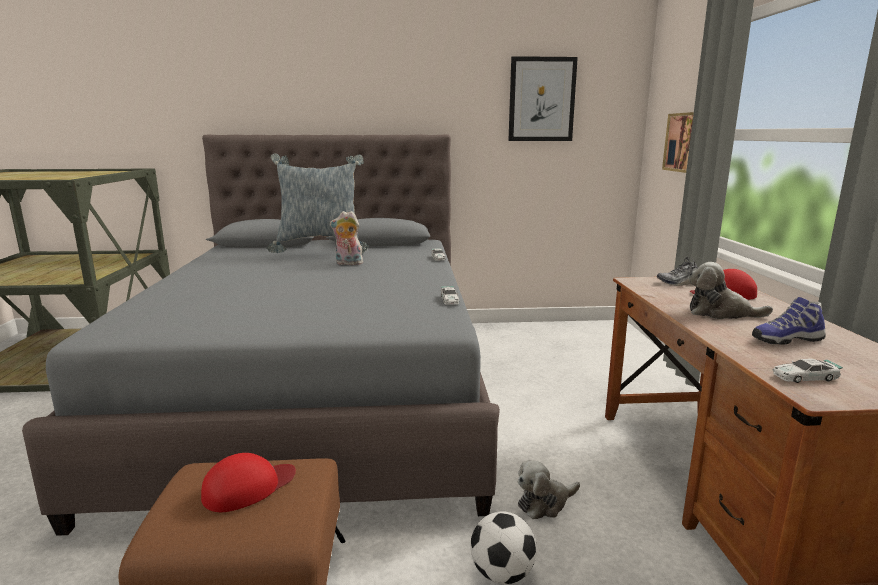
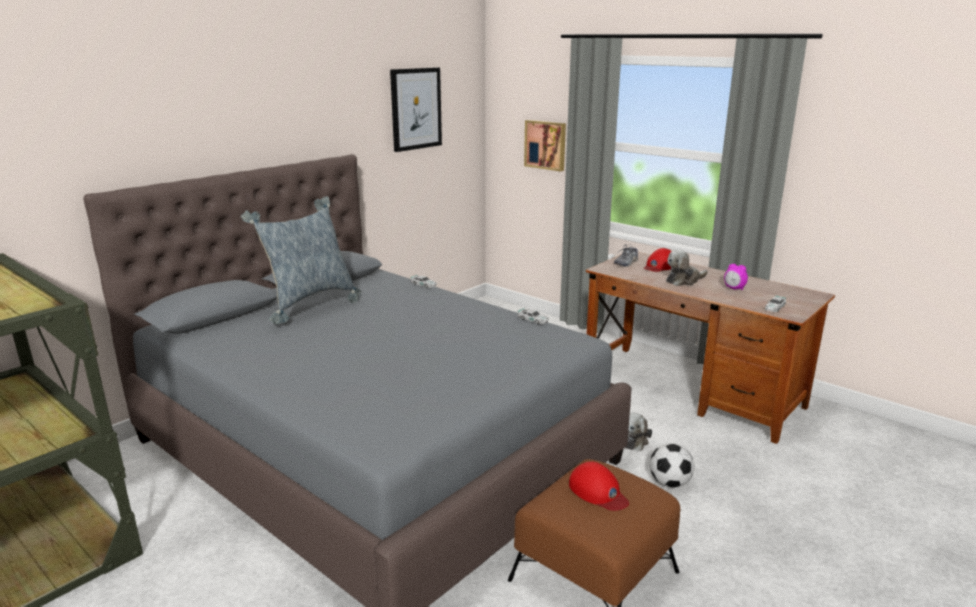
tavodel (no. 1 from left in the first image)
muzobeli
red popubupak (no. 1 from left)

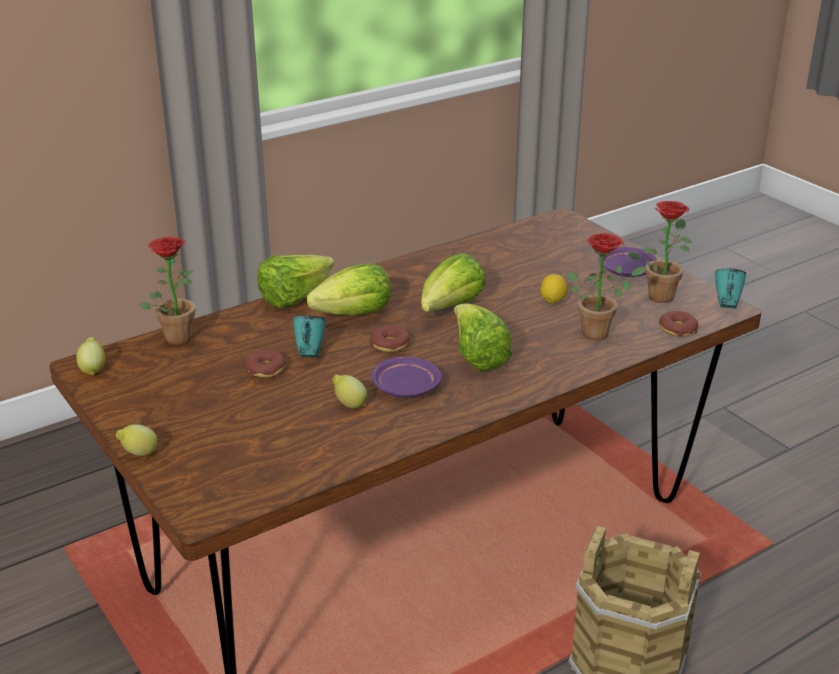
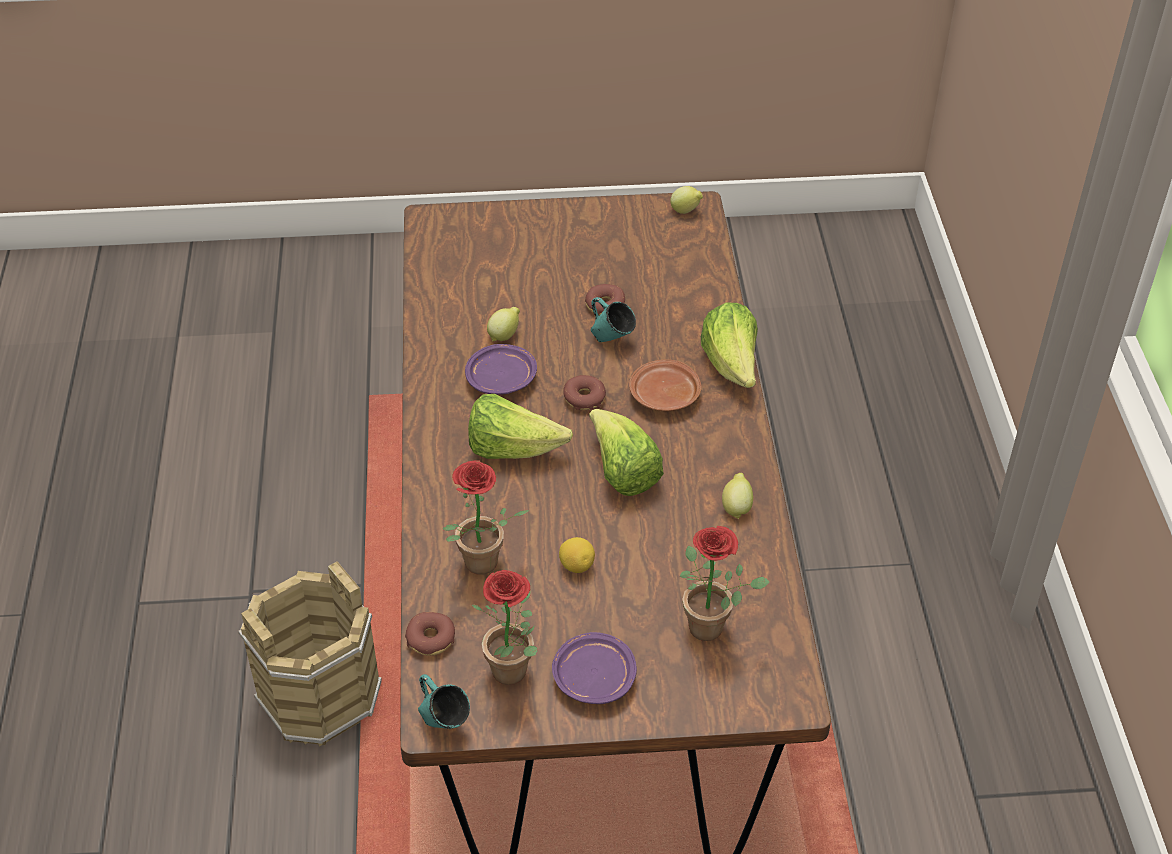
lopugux (no. 3 from left)
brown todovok
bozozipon (no. 4 from left)

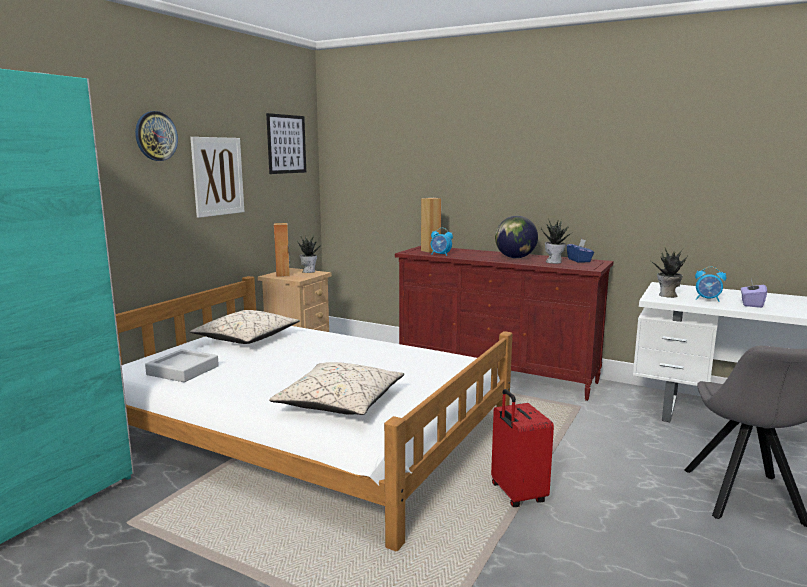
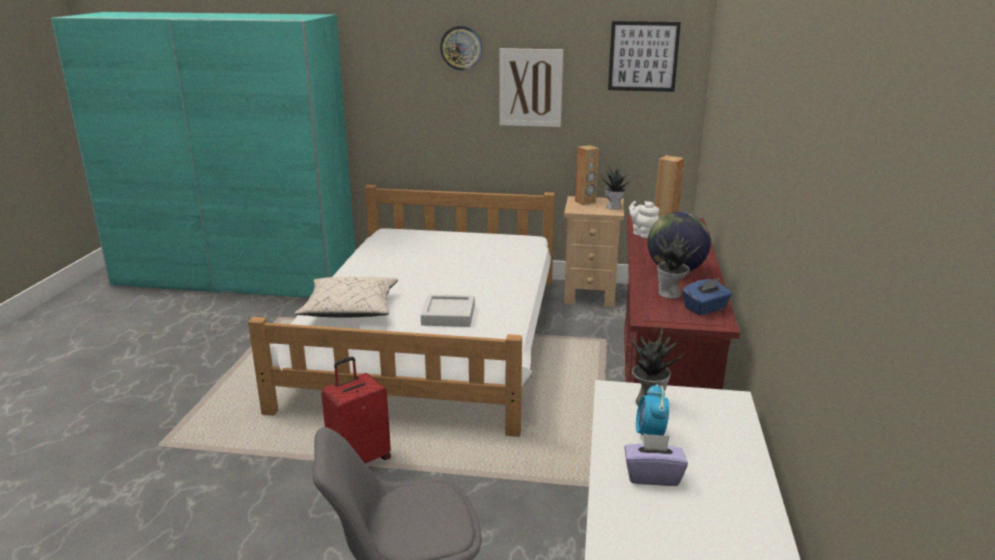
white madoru
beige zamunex (no. 1 from left in the first image)
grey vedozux

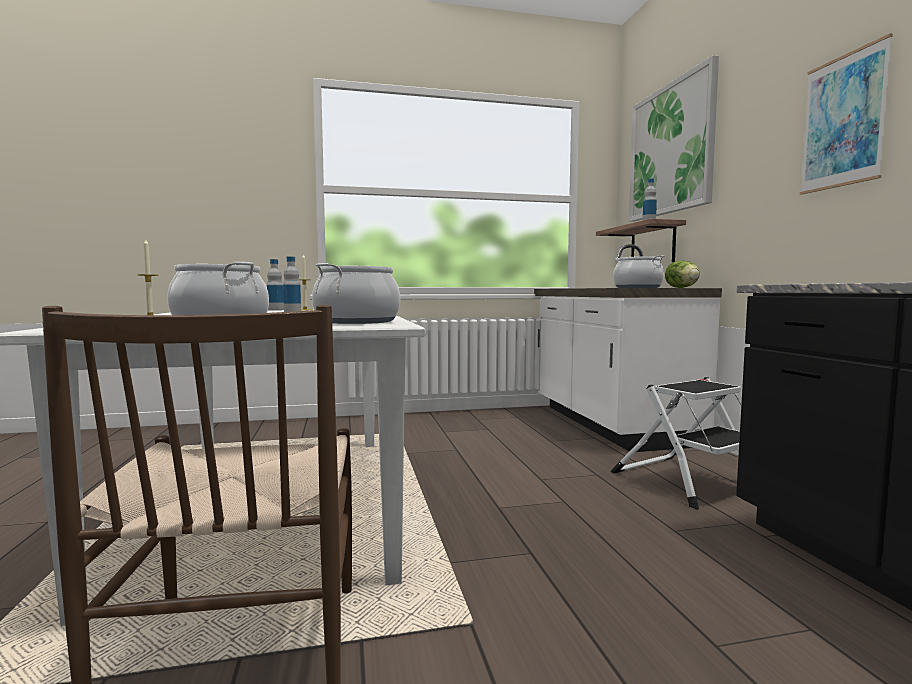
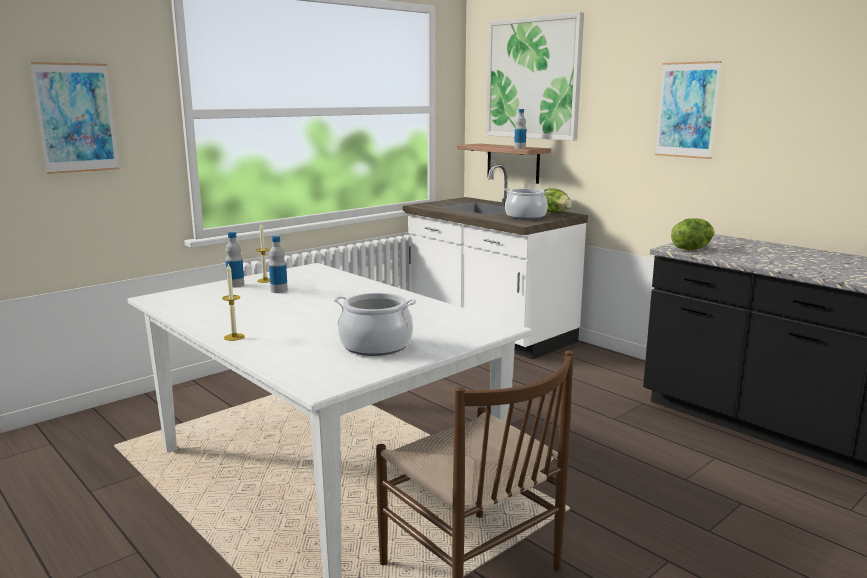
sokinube (no. 2 from left in the first image)
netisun
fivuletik (no. 1 from left)
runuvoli (no. 2 from left)

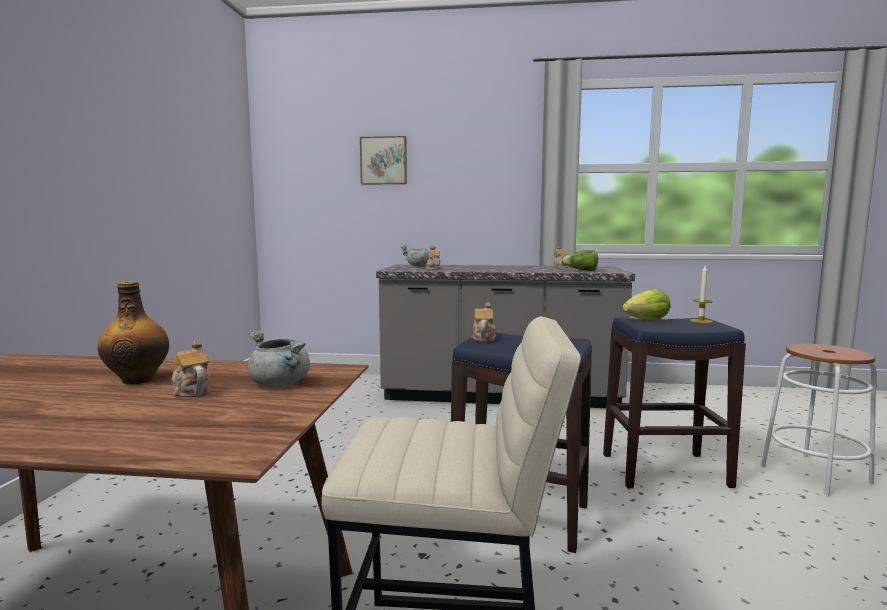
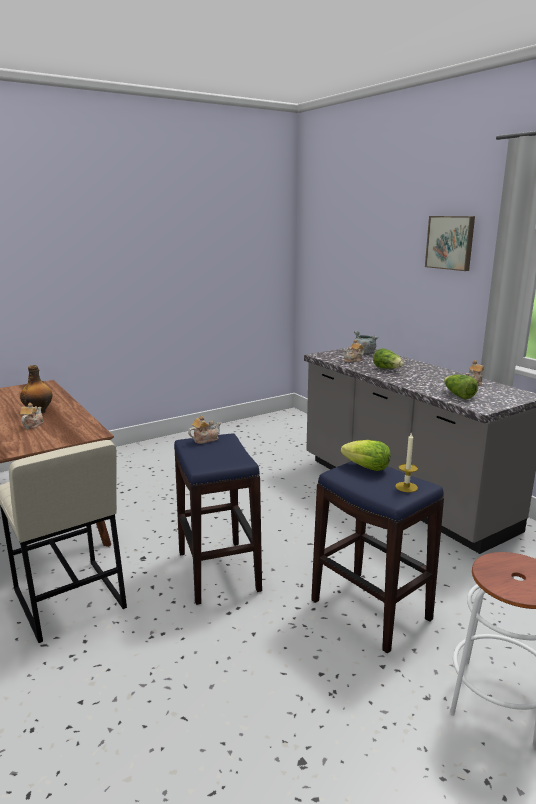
fivuletik
grey sokinube (no. 1 from left in the first image)
runuvoli (no. 2 from left)

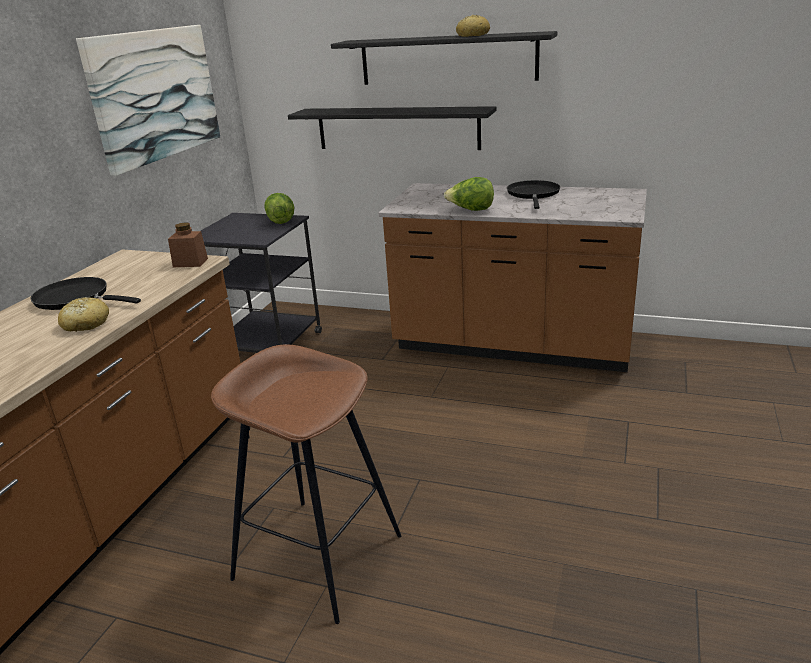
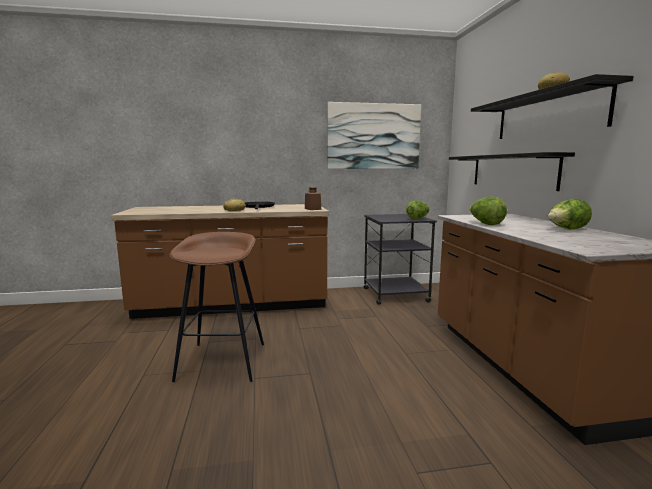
runuvoli (no. 3 from left)

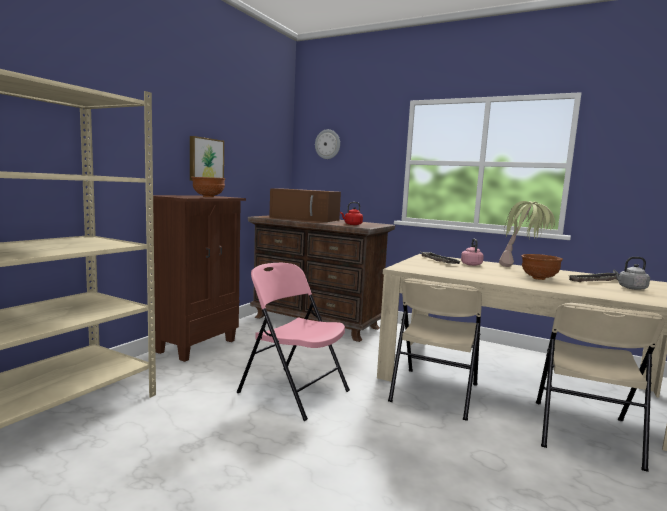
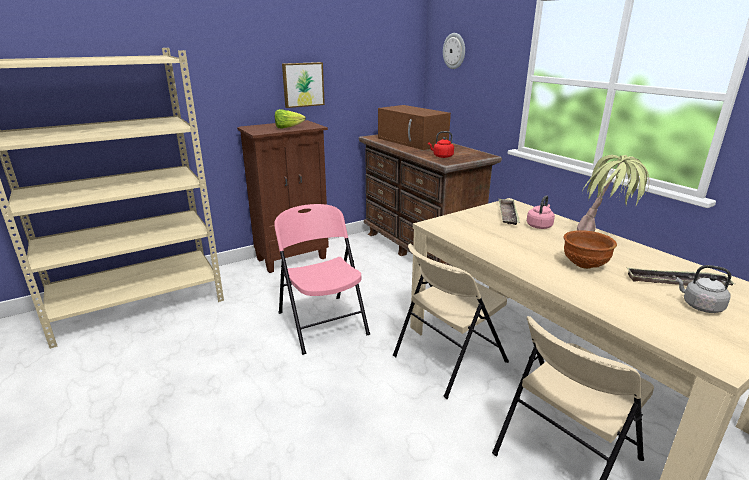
runuvoli

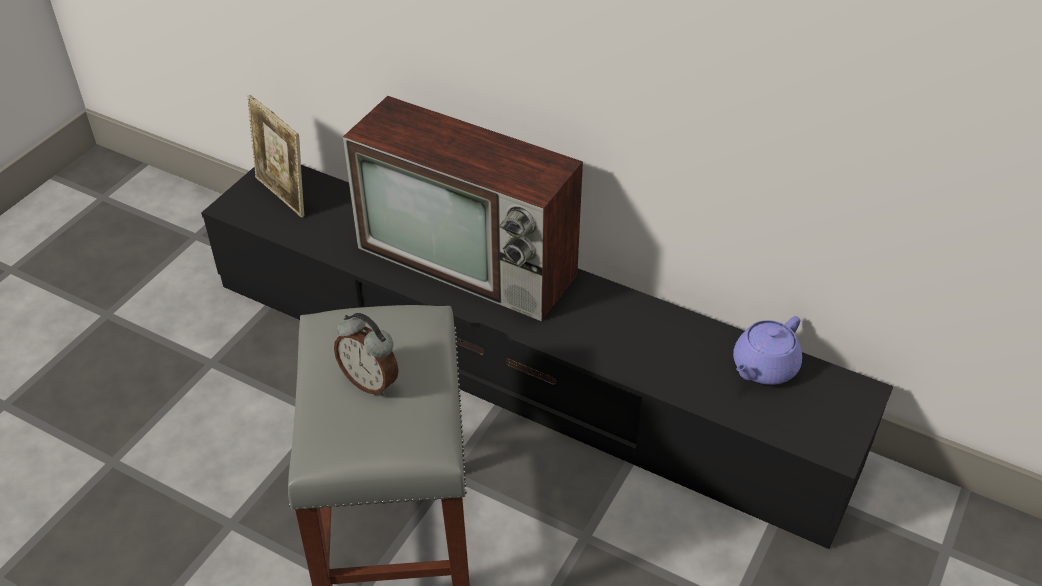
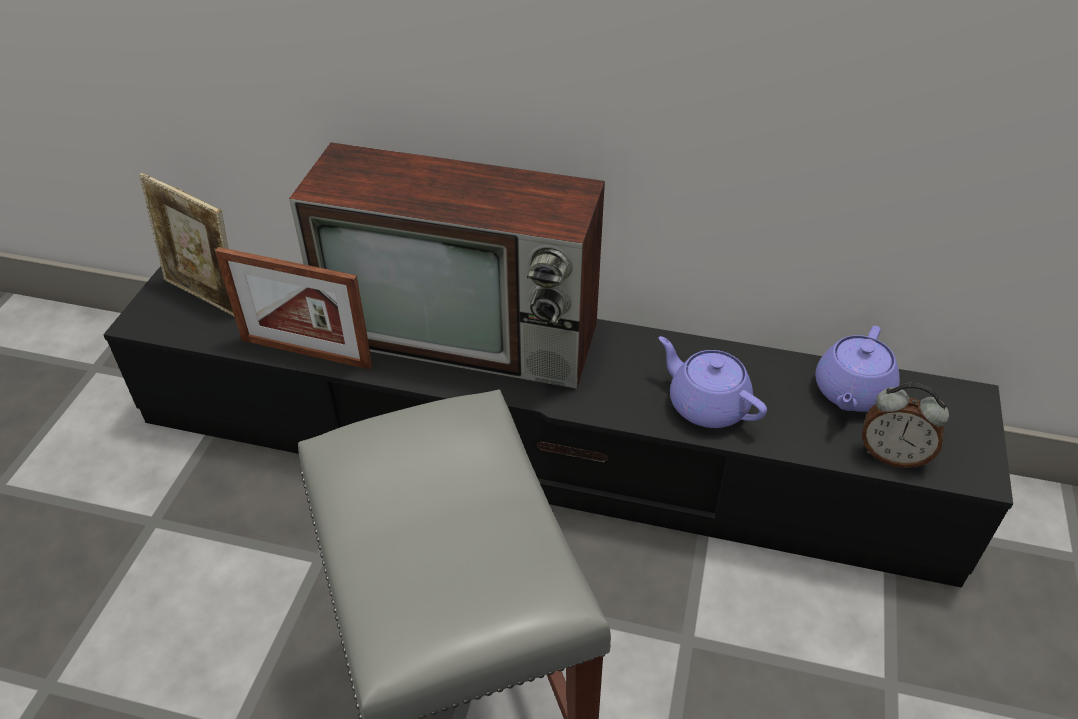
muzobeli
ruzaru (no. 2 from left)
purple madoru (no. 1 from left)

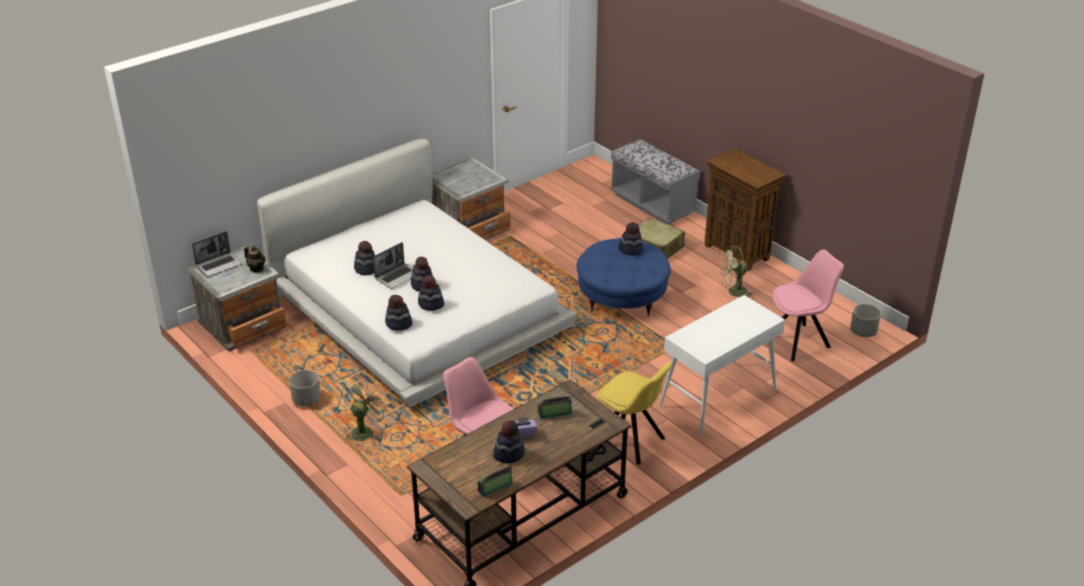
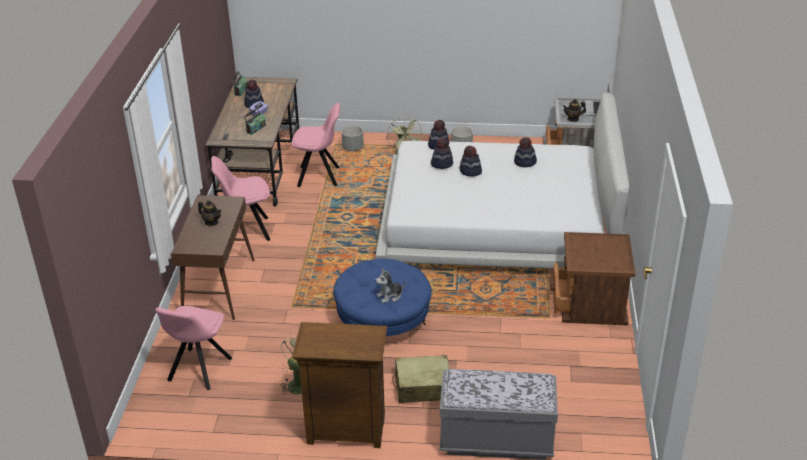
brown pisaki
tavodel
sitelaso (no. 2 from left in the first image)
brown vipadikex
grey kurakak (no. 1 from left)
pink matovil (no. 2 from left)
madoru (no. 1 from left)

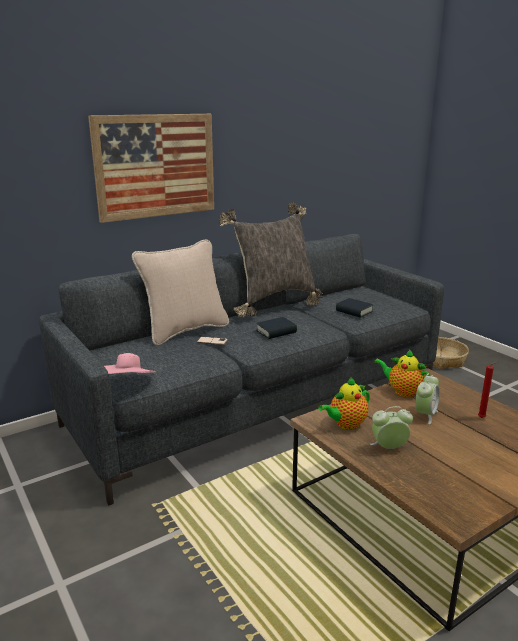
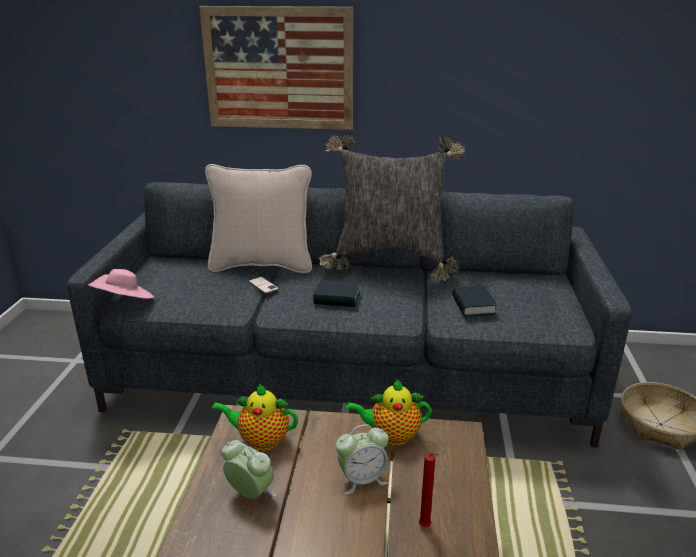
madoru (no. 2 from left)

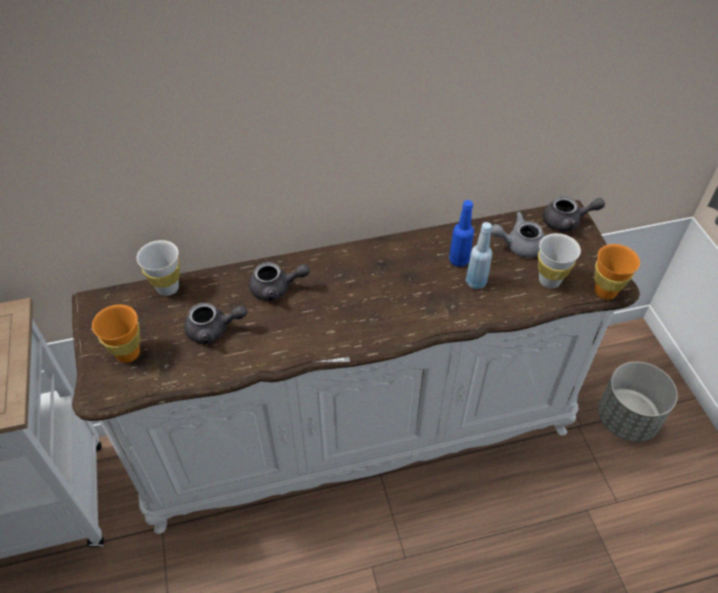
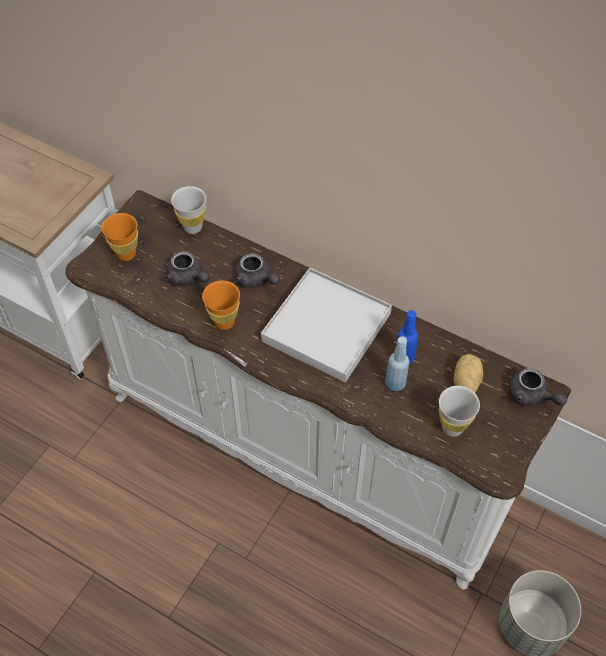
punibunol
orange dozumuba (no. 2 from left)
white vedozux

